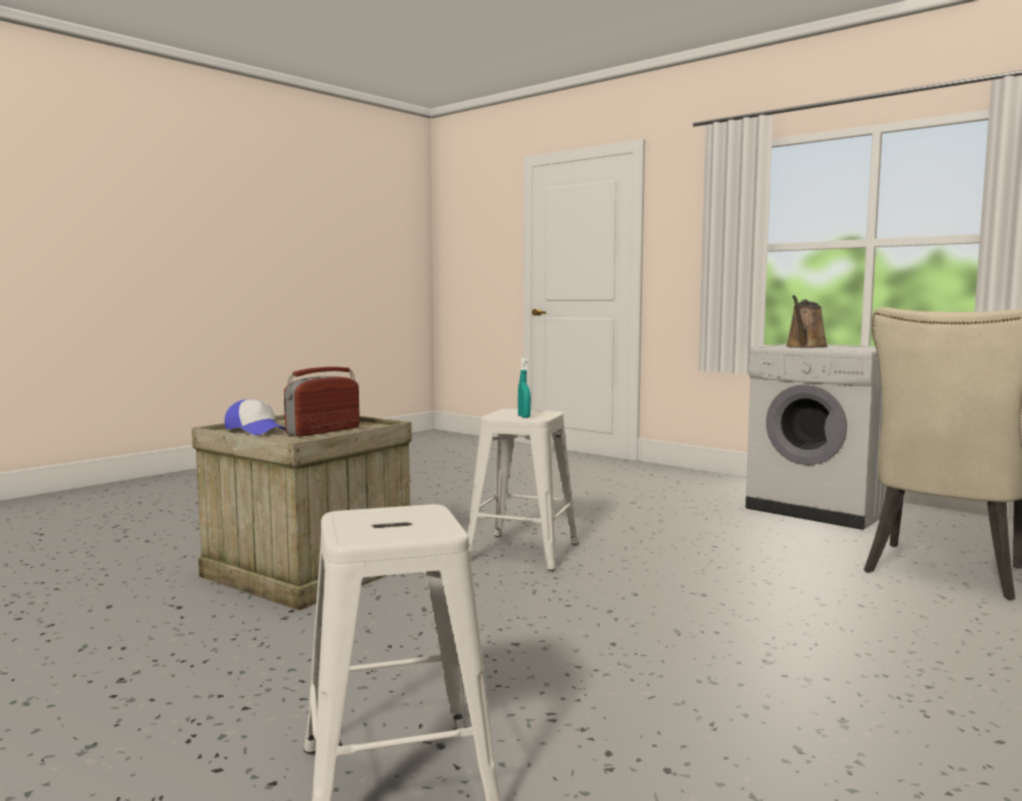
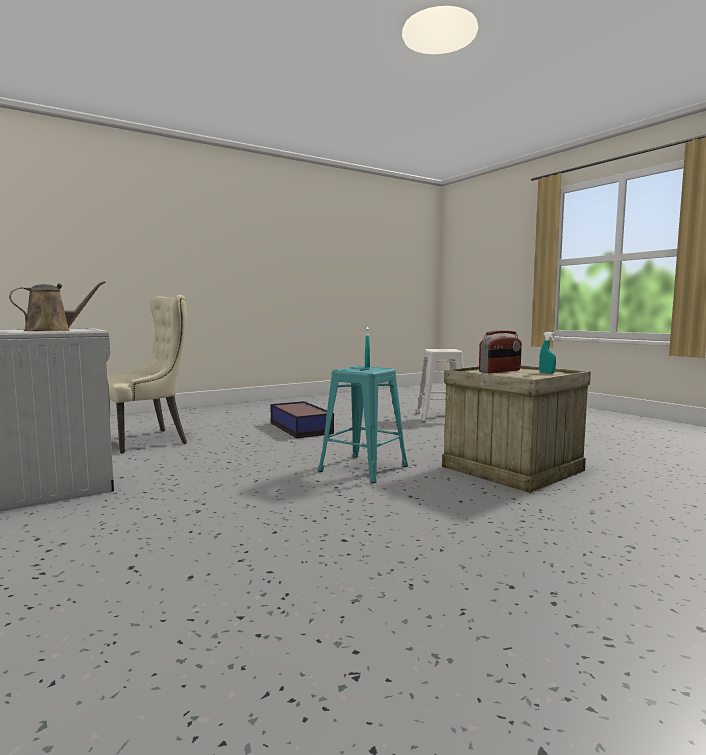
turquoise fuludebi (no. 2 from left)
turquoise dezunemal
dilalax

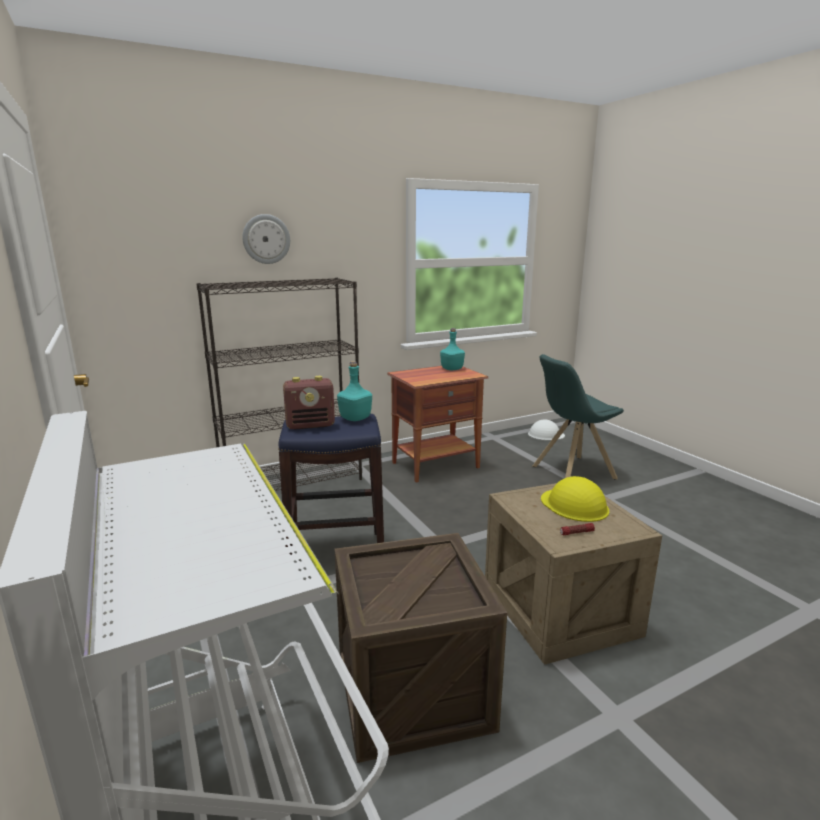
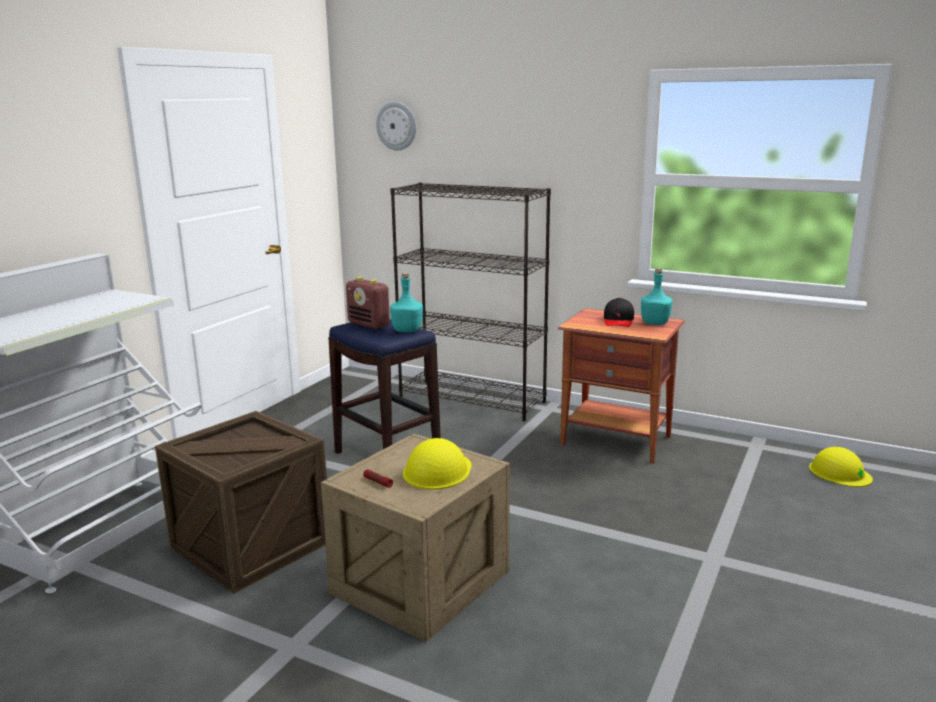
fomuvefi
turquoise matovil
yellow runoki (no. 2 from left)
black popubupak

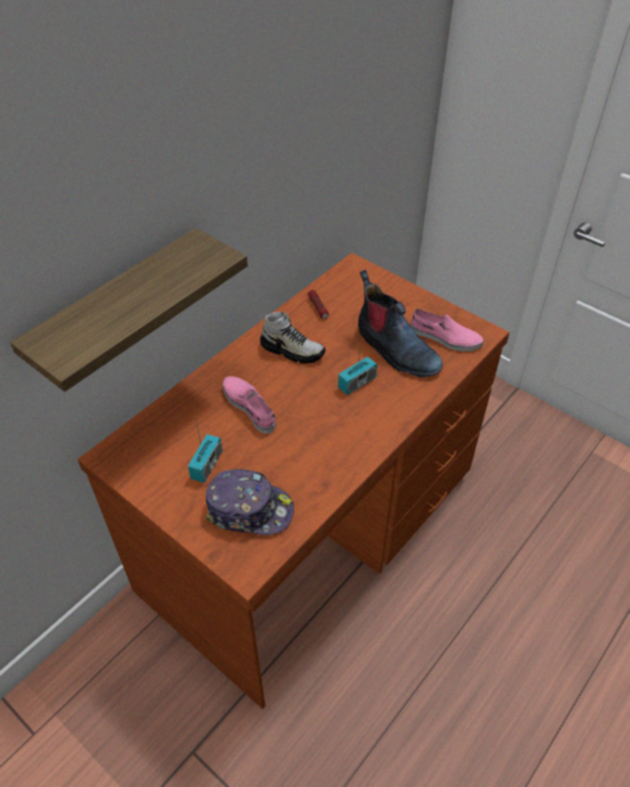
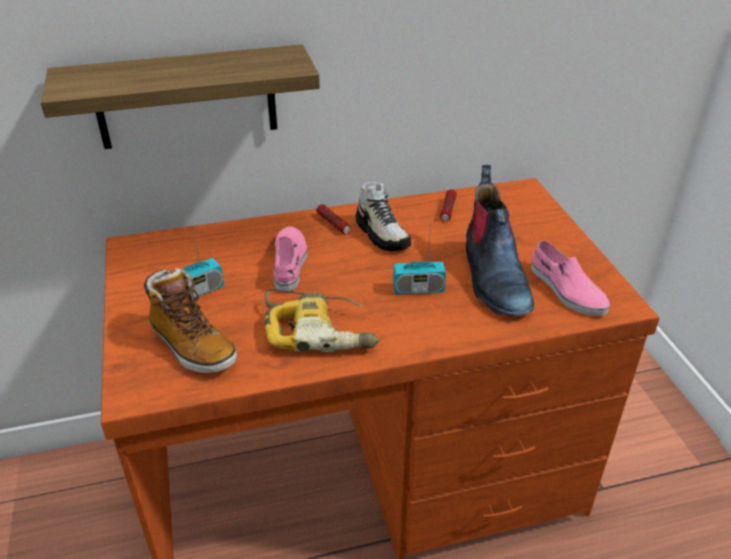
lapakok (no. 1 from left)
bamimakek (no. 1 from left)
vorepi

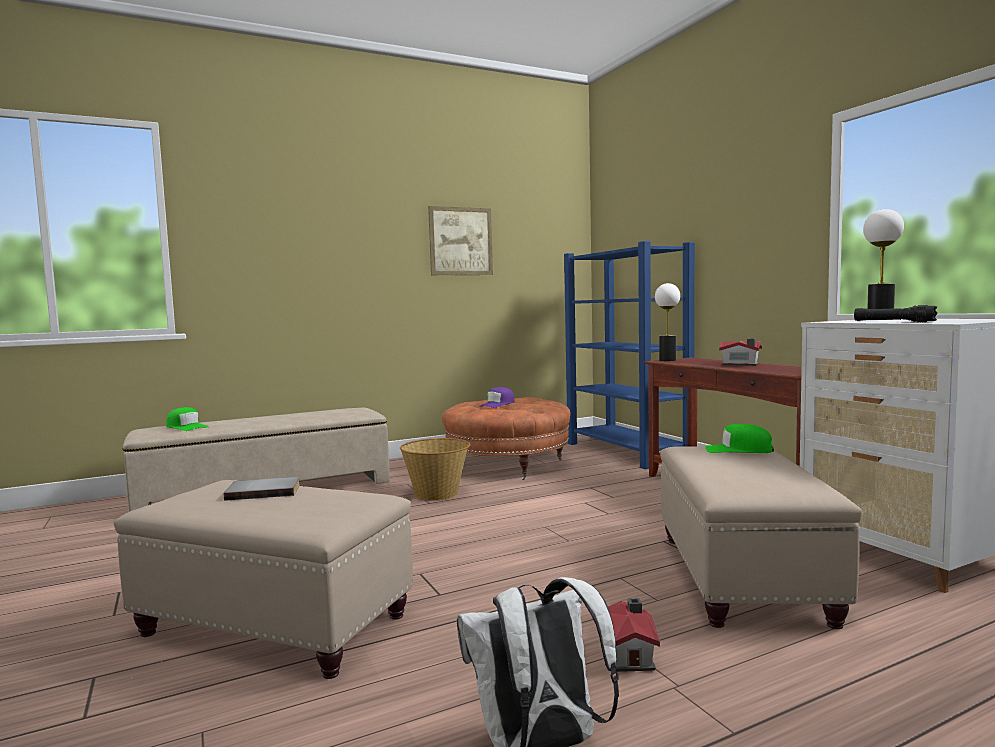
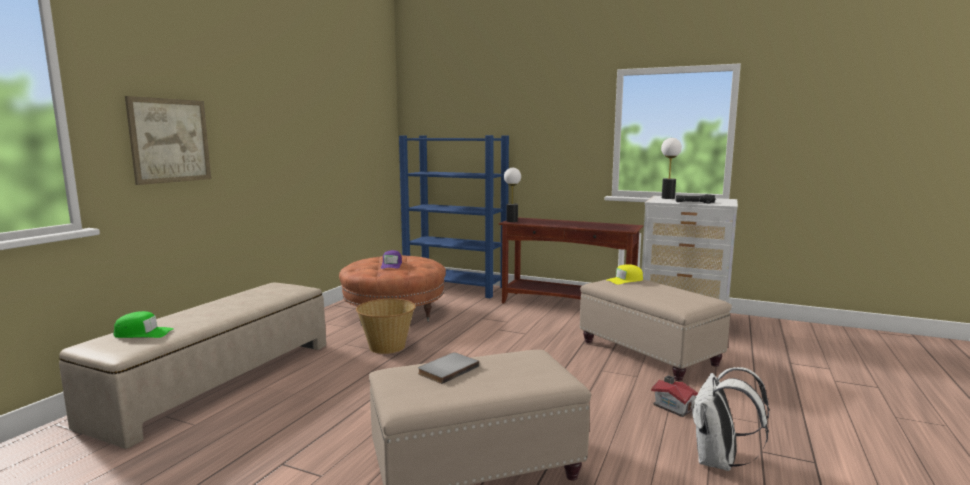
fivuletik
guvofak (no. 2 from left in the first image)
yellow popubupak

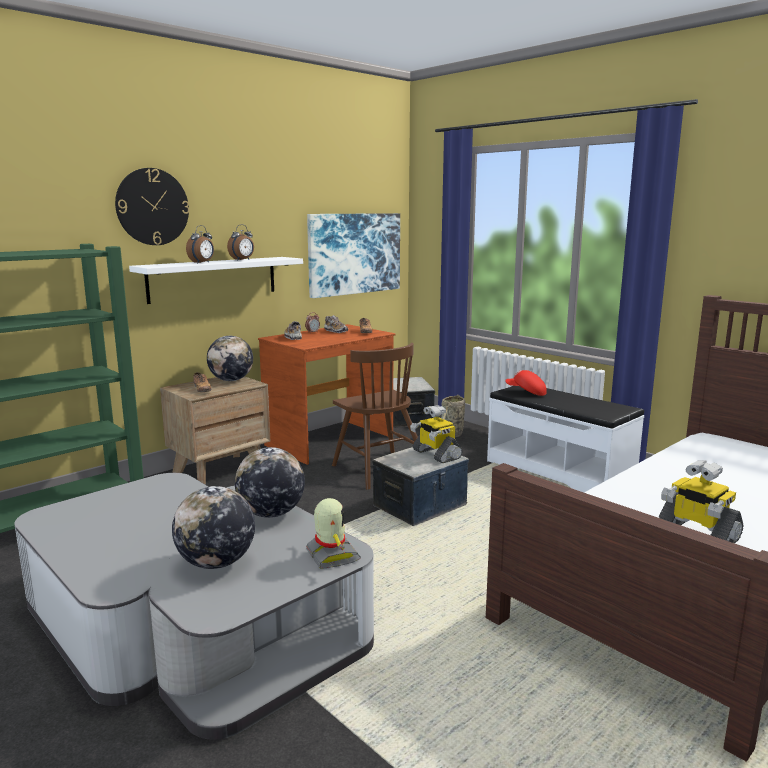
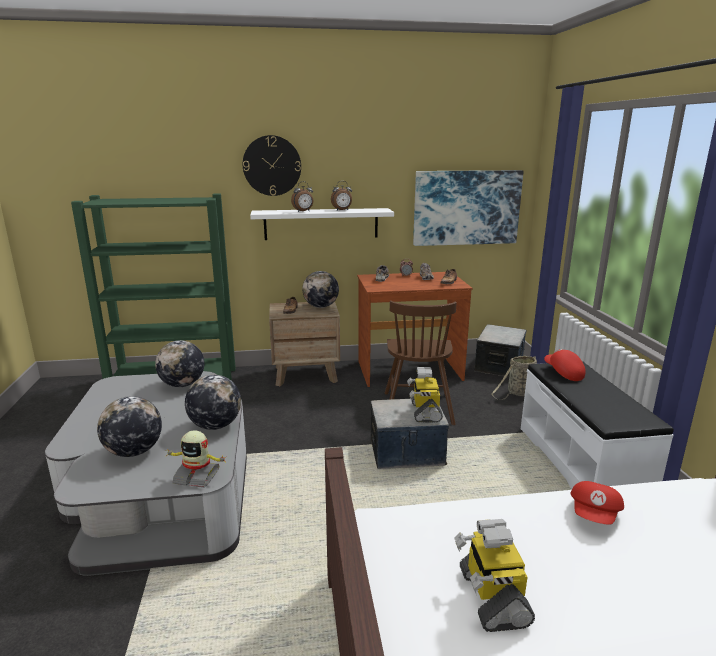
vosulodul (no. 1 from left)
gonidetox (no. 2 from left)
red popubupak (no. 2 from left)

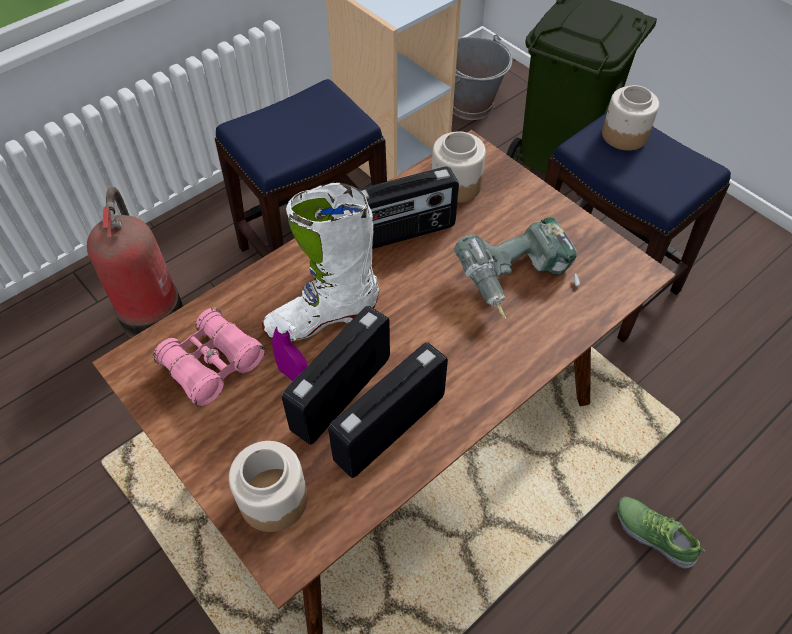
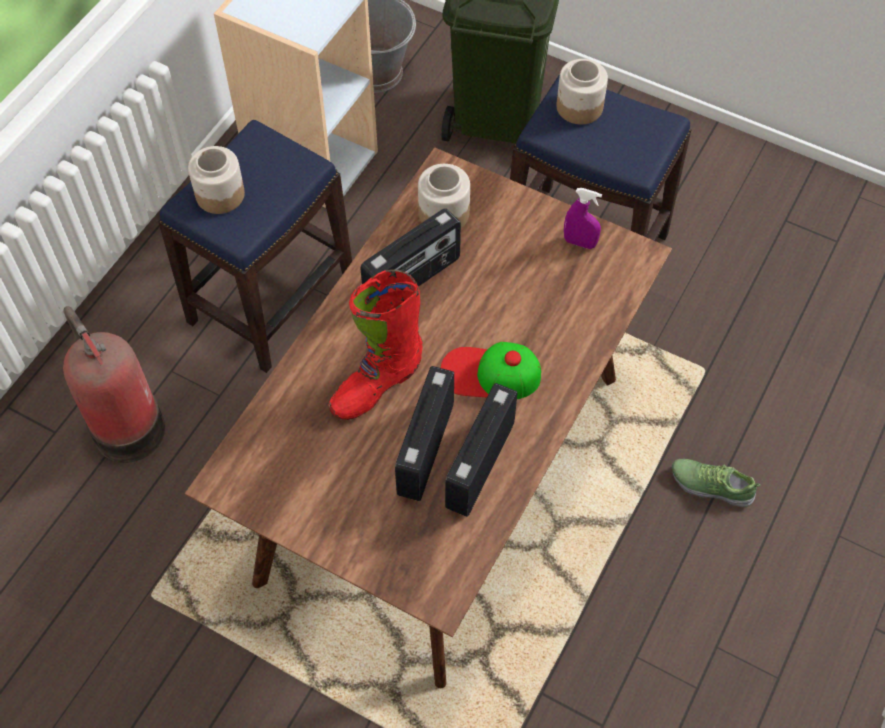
red lapakok
vorepi
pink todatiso
purple fuludebi
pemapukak (no. 1 from left)
popubupak

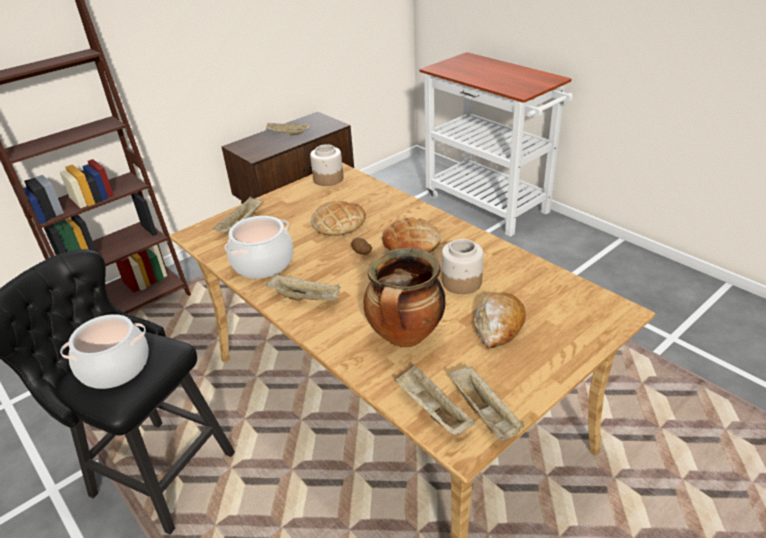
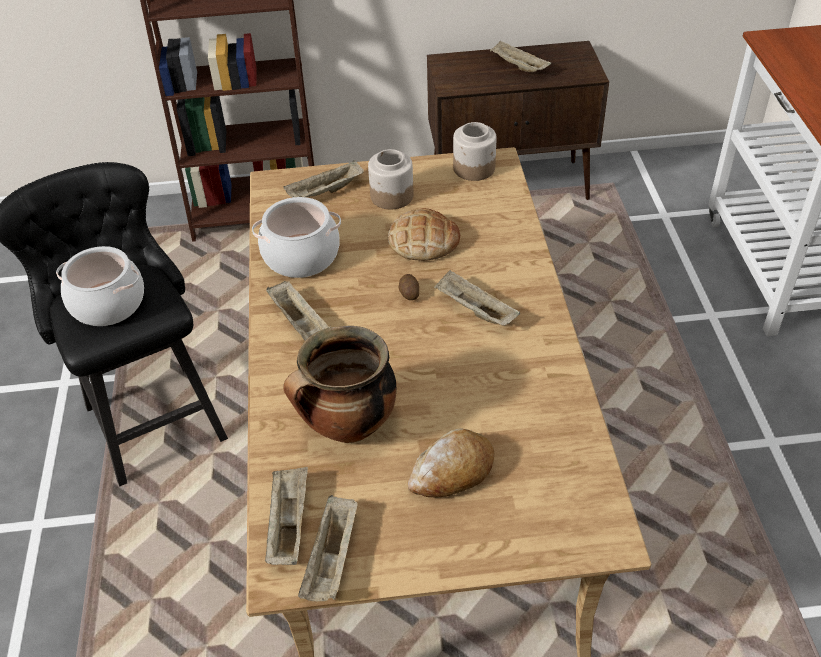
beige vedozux (no. 5 from left)
pemapukak (no. 1 from left)

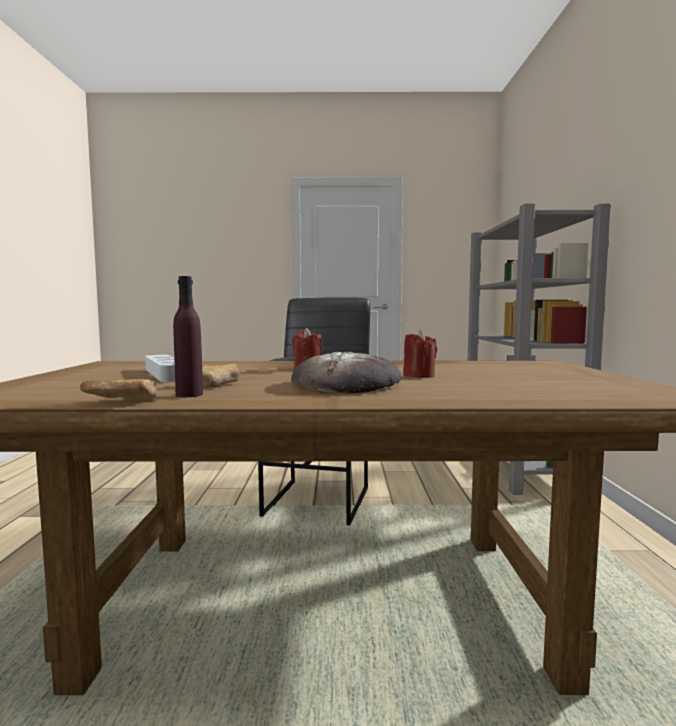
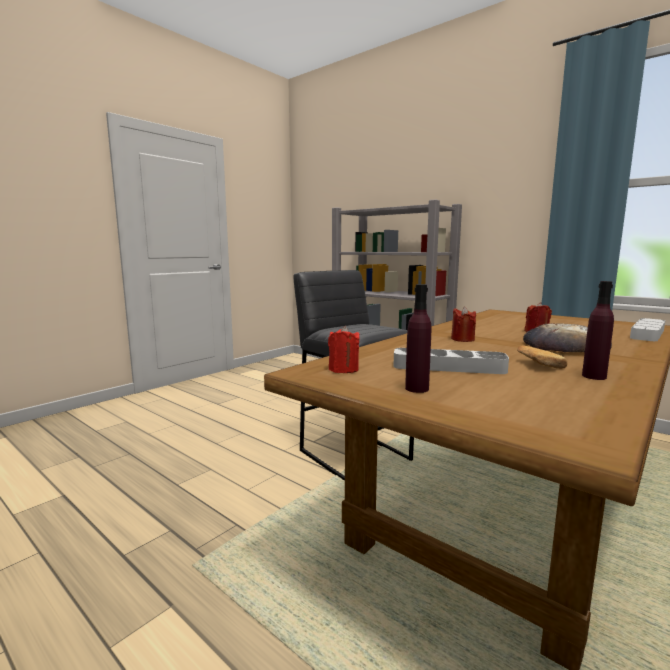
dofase (no. 1 from left in the first image)
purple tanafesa (no. 1 from left)
grey vedozux (no. 2 from left)
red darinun (no. 1 from left)

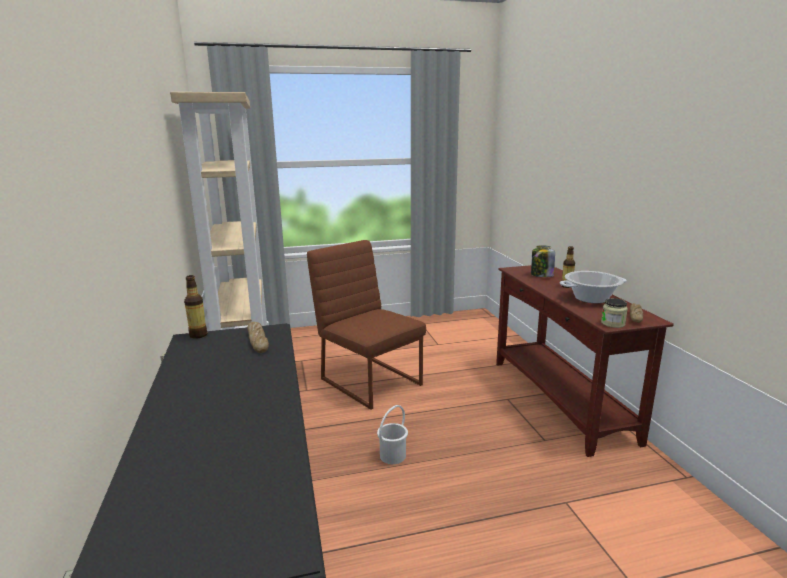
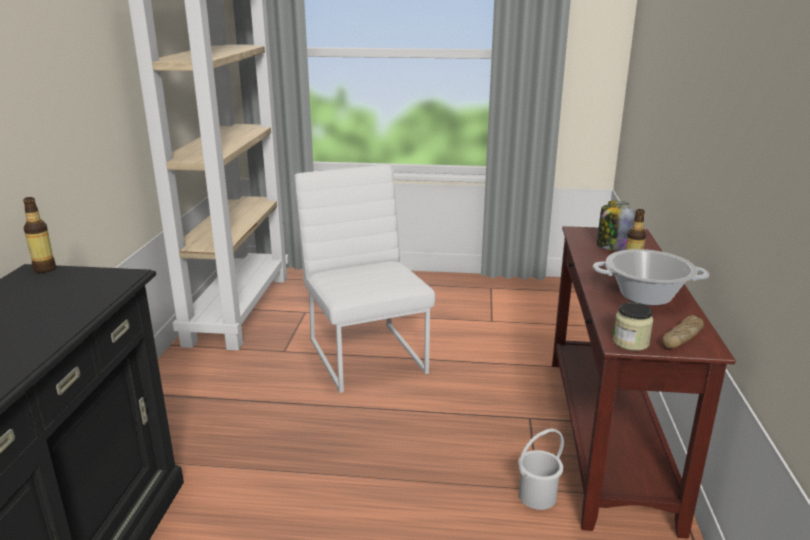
white matovil
dofase (no. 1 from left in the first image)
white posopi

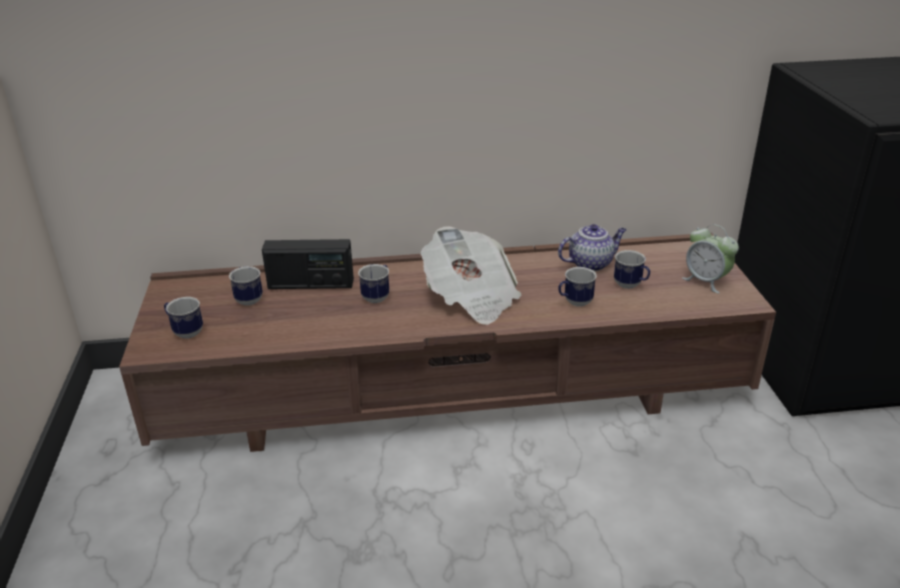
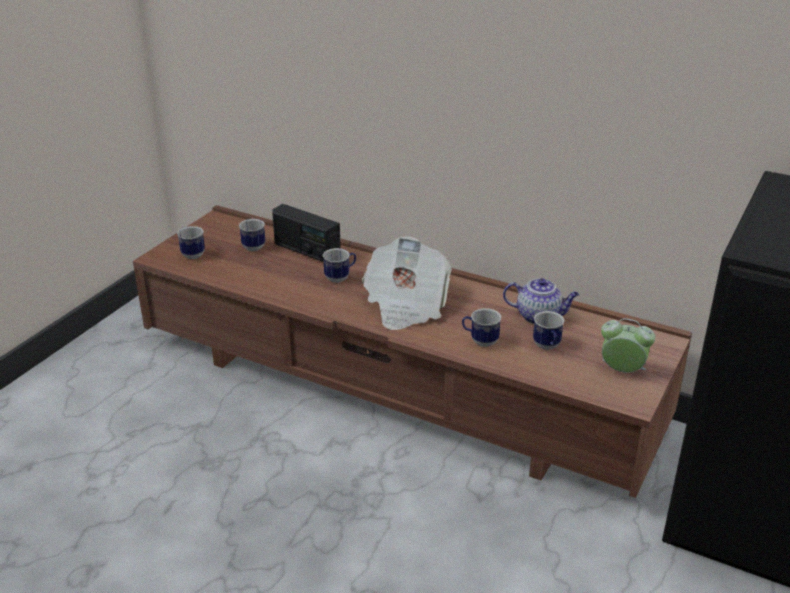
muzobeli

